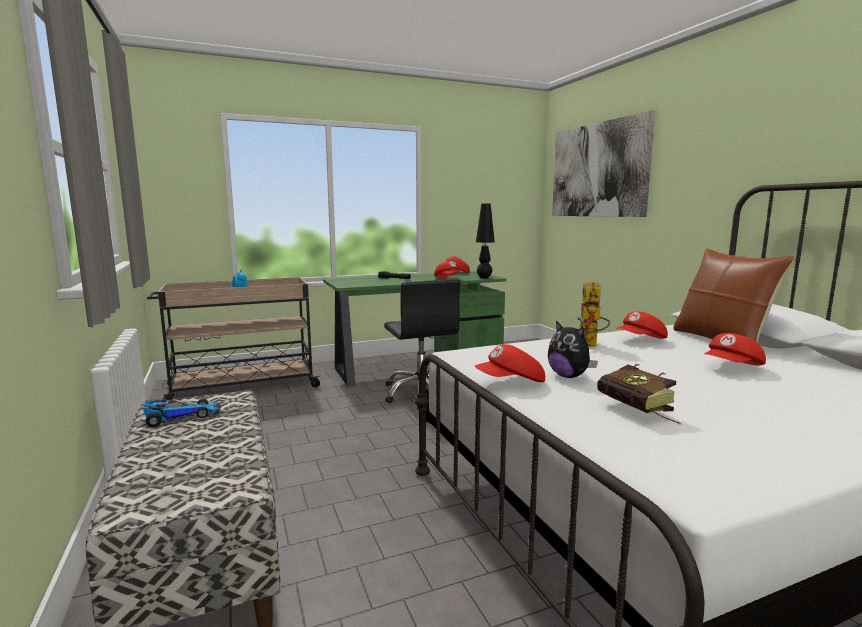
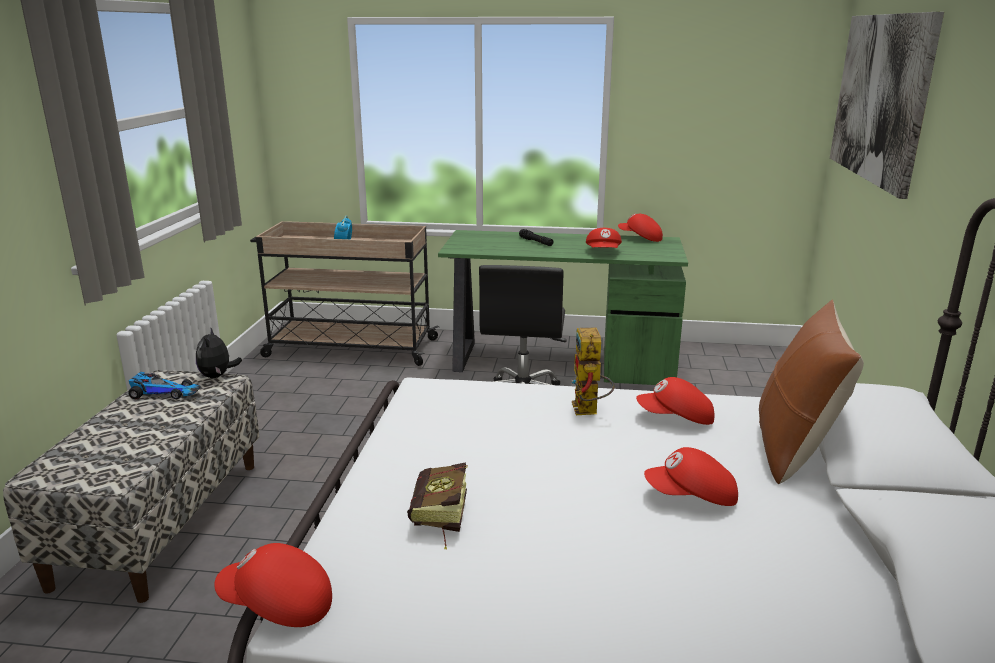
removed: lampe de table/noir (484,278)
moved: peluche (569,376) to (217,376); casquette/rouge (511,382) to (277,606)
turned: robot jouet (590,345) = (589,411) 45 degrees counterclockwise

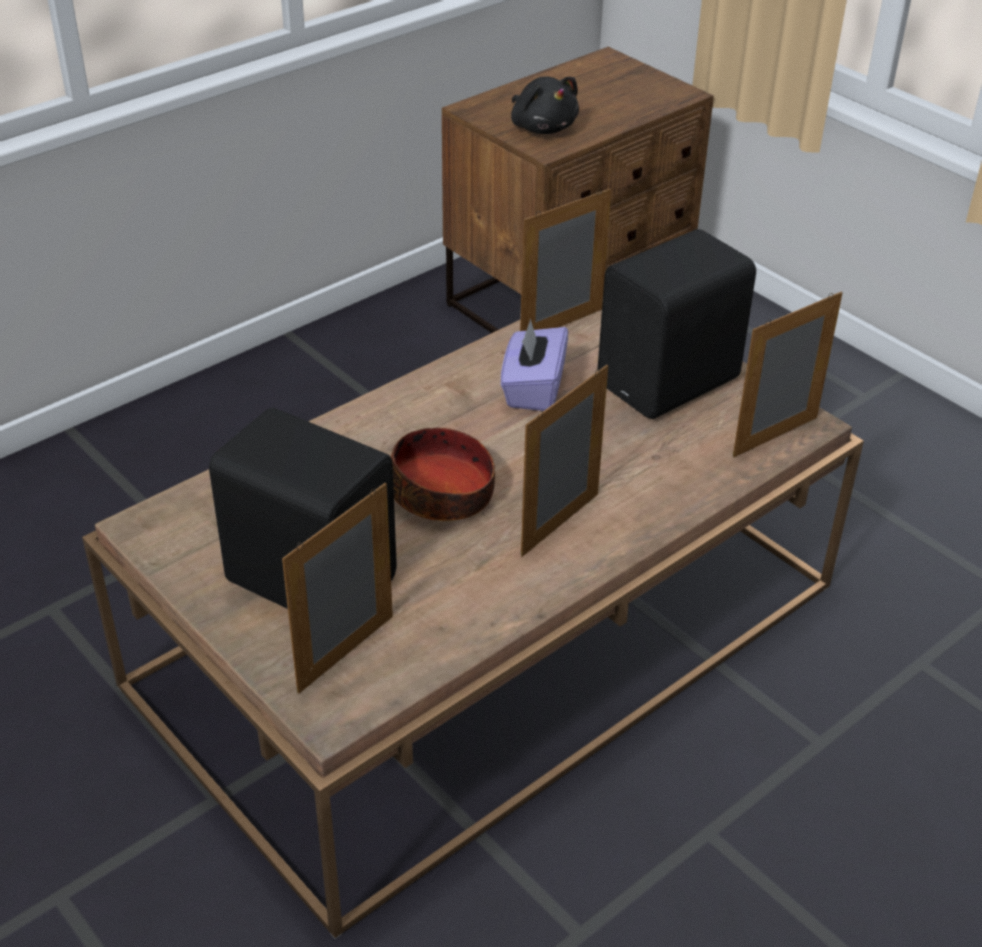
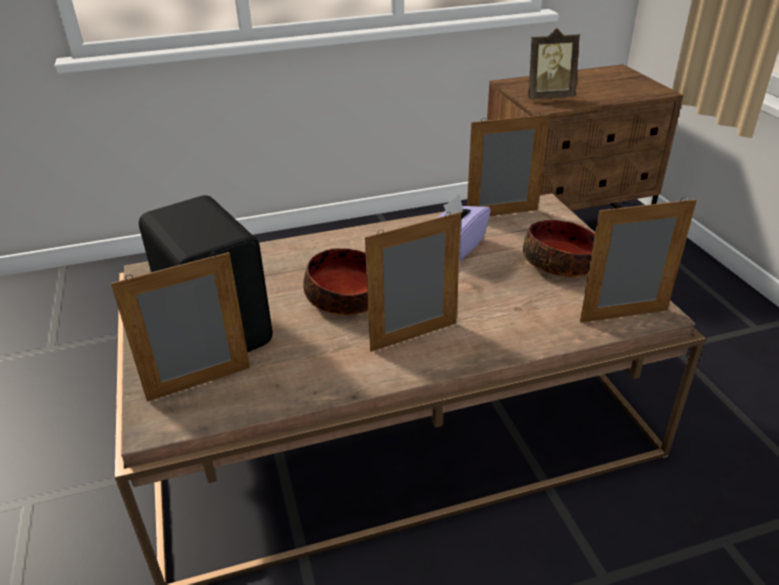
replaced: enceinte/noir (672,383) to bol (561,263); peluche/noir (542,127) to cadre photo (548,97)

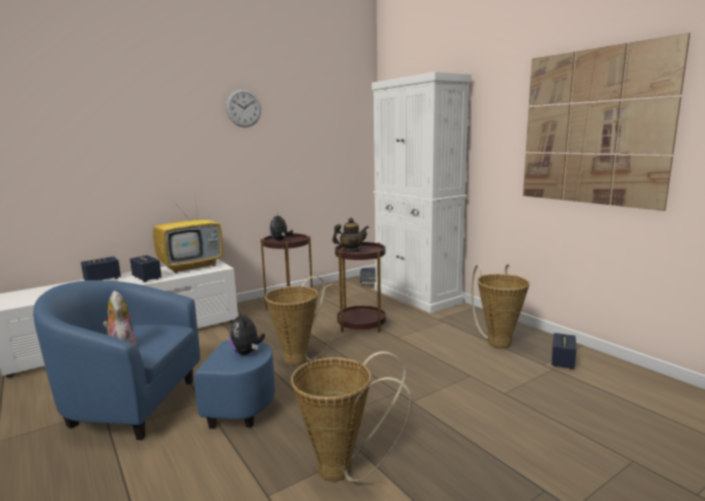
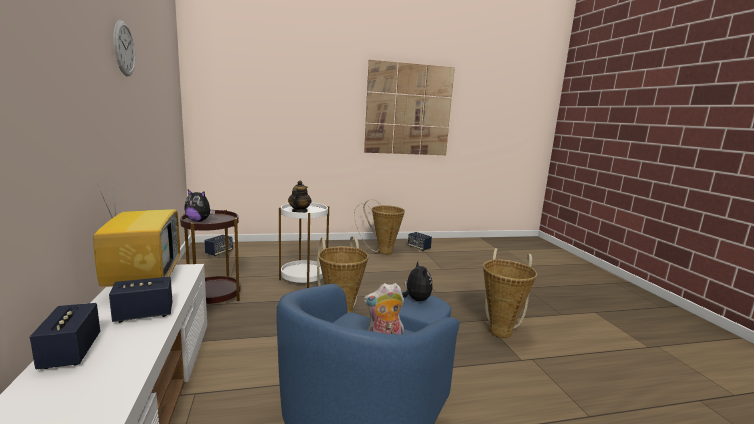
removed: meuble de rangement/blanc (416,296)
recoloured: table d'appoint/marron (361,324) to table d'appoint/blanc (303,277)
turned: peluche (247,352) = (416,300) 105 degrees counterclockwise

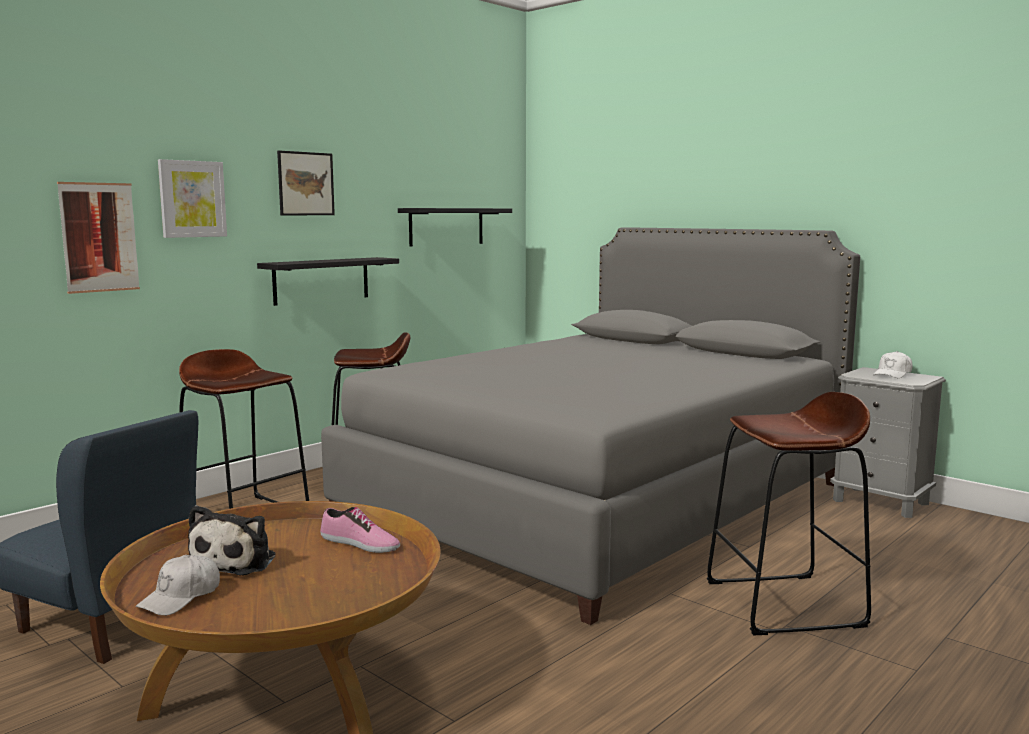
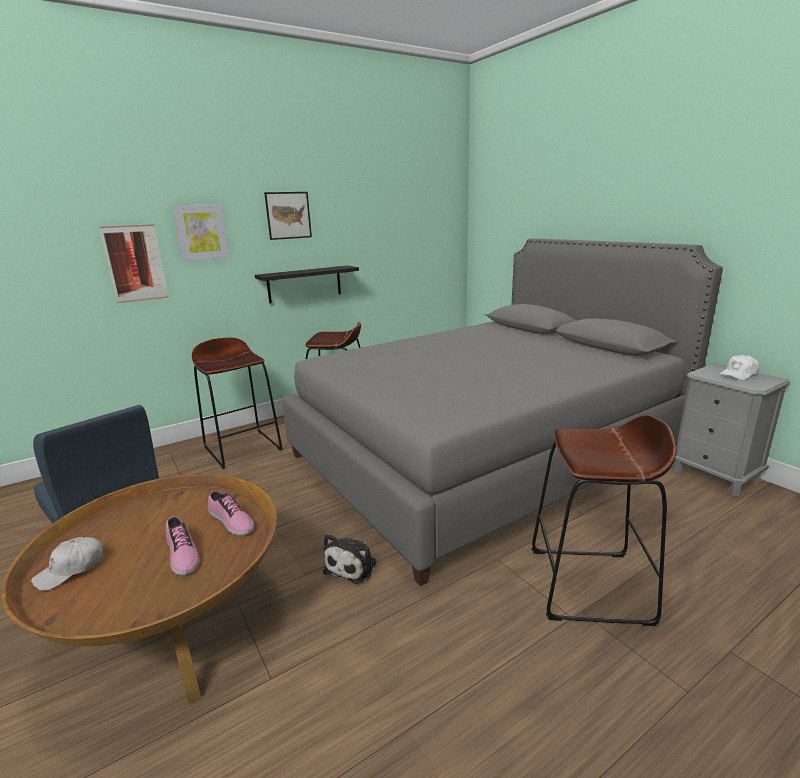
removed: étagère/noir (446,226)
added: chaussure (181,554)
moved: peluche (236,562) to (352,565)

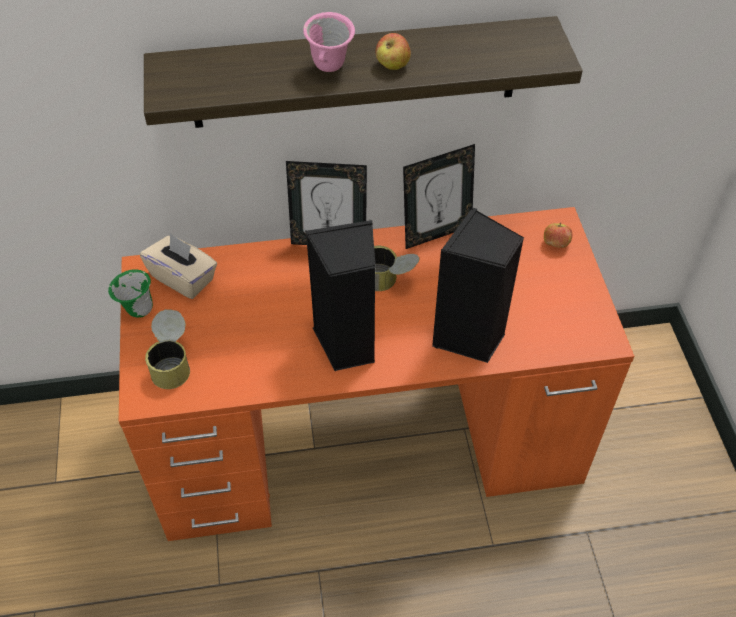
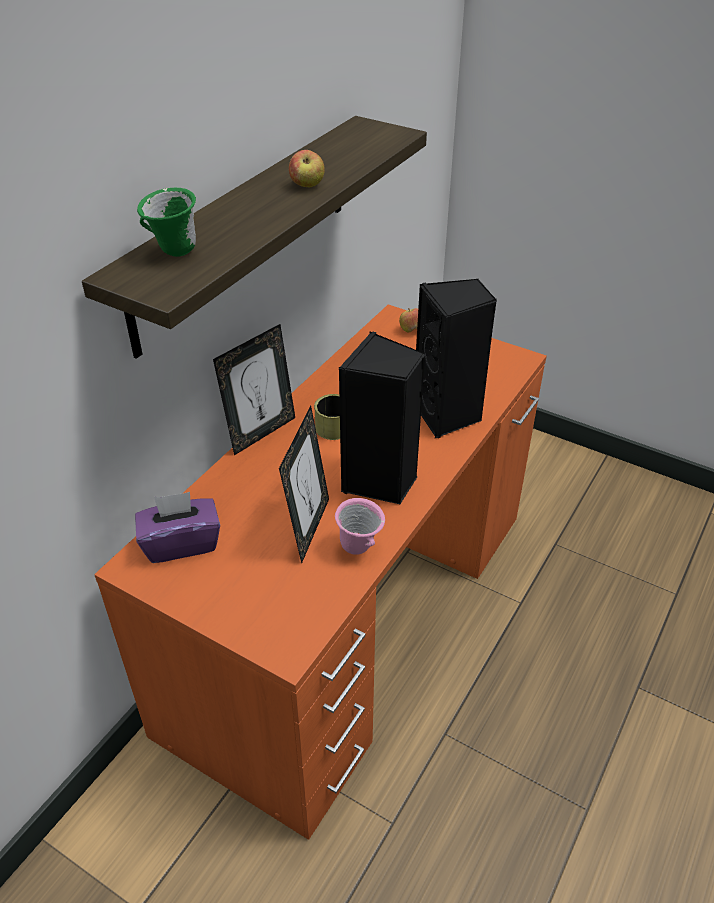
removed: boîte métallique (172,362)
moved: mug/vert (137,310) to (174,253); cadre photo (436,233) to (308,528); mug/rose (330,69) to (359,548)
recoloured: boîte à mouchoirs/beige (183,278) to boîte à mouchoirs/violet (181,543)

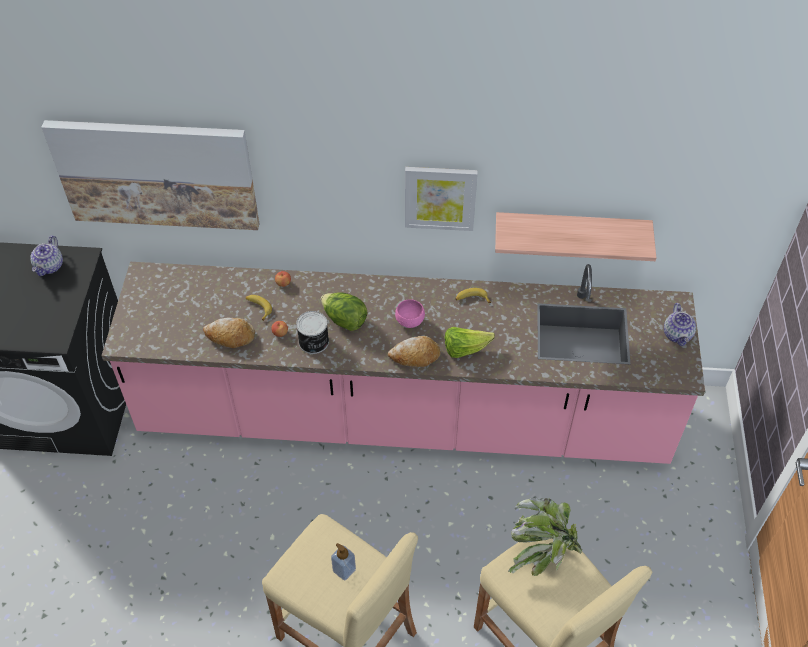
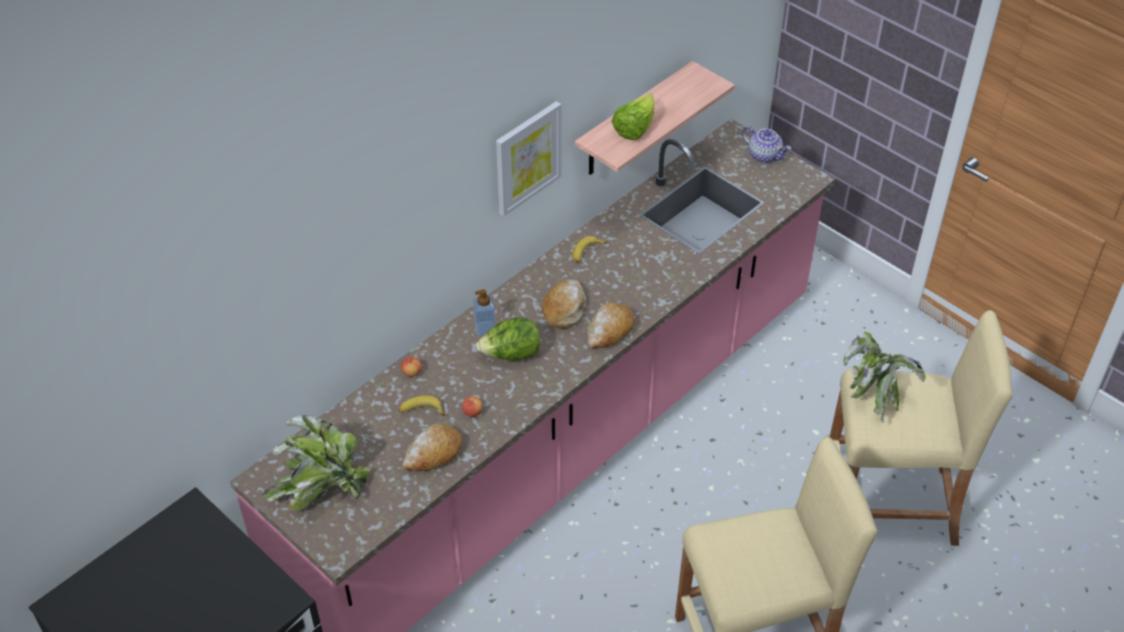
removed: théière (50,266); tableau (156,173); boîte métallique (314,342)
added: plante en pot (320,490)
moved: distributeur de savon (344,570) to (485,328); laitue (465,349) to (634,128)
replaced: bol/rose (410,320) to pain (564,309)

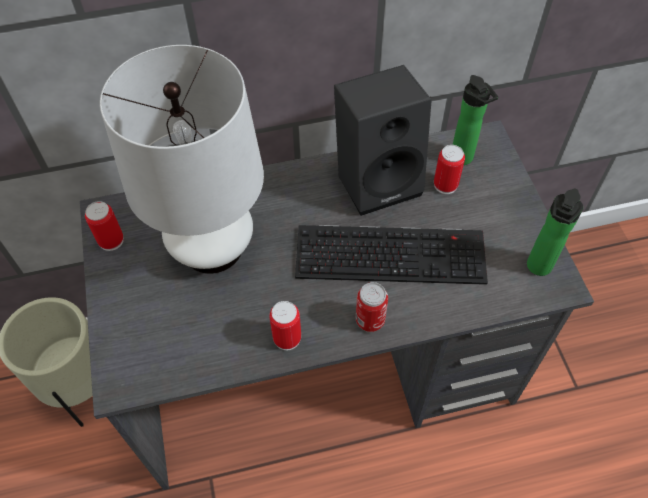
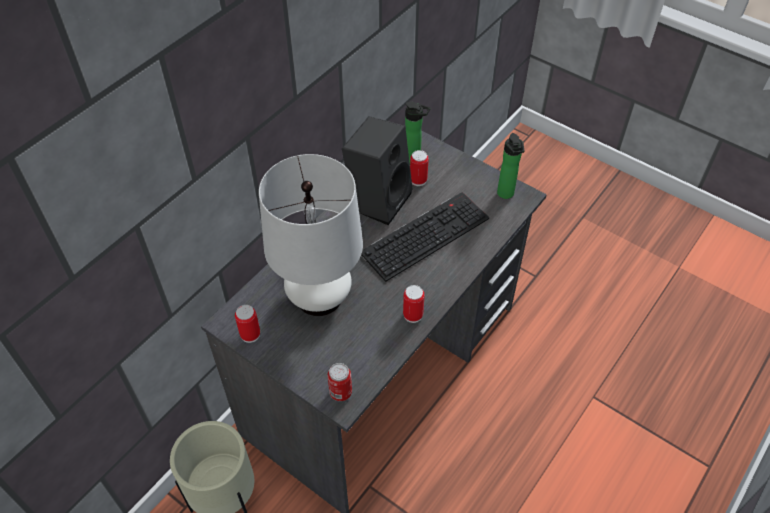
moved: boîte métallique (370,320) to (340,392)

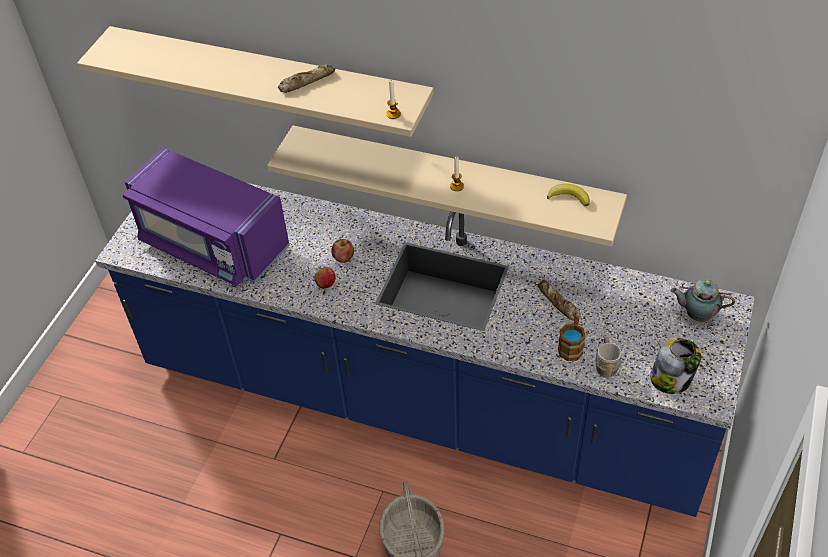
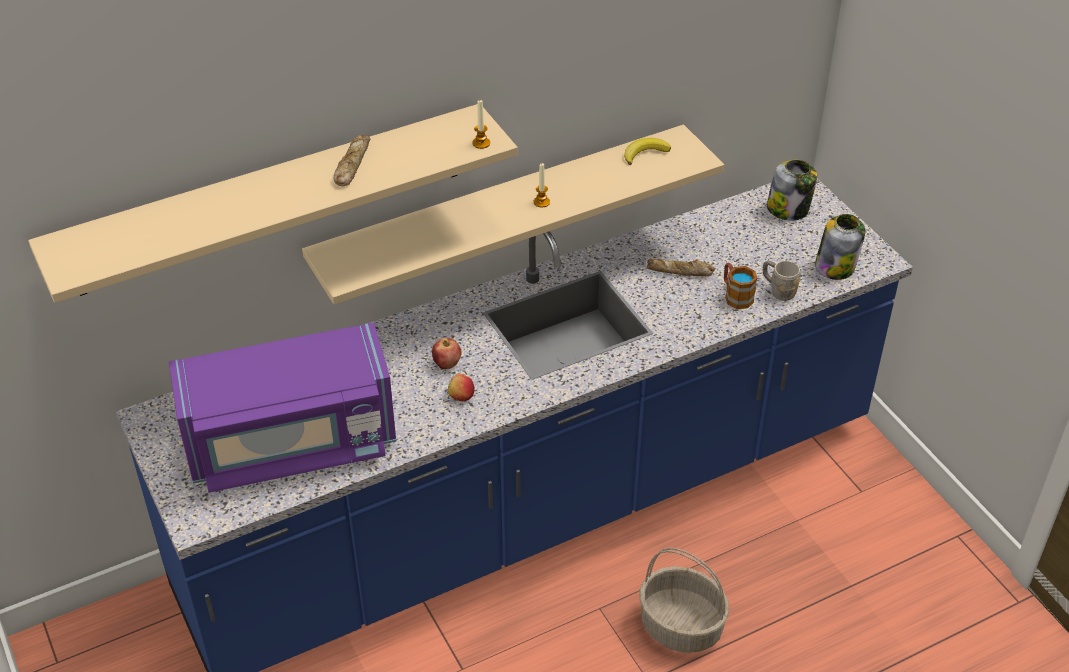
replaced: théière (696,315) to bocal (788,209)

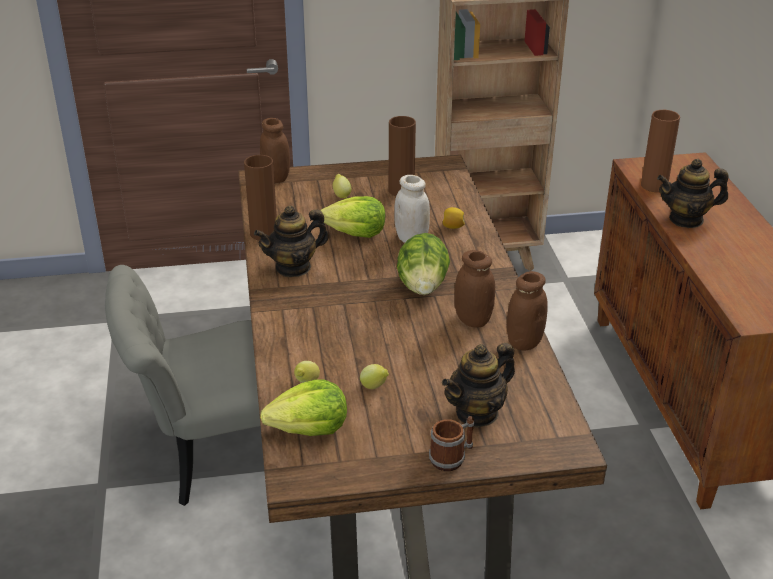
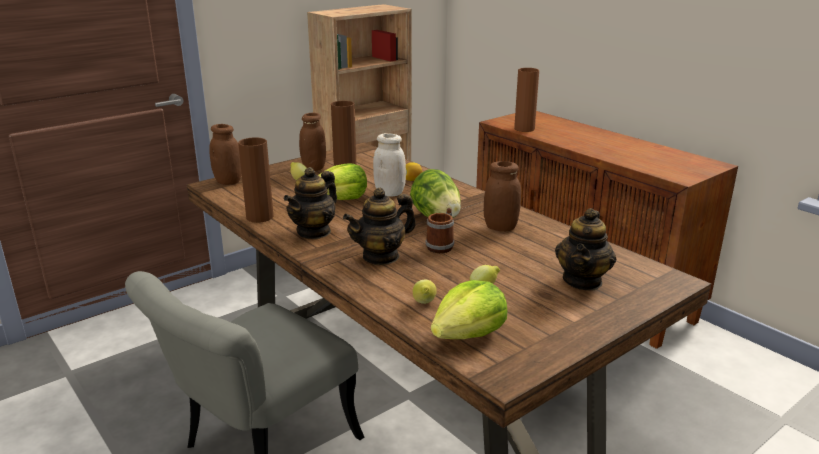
moved: bocal/marron (524,342) to (314,168); théière (686,219) to (381,256); mug (452,457) to (442,245)

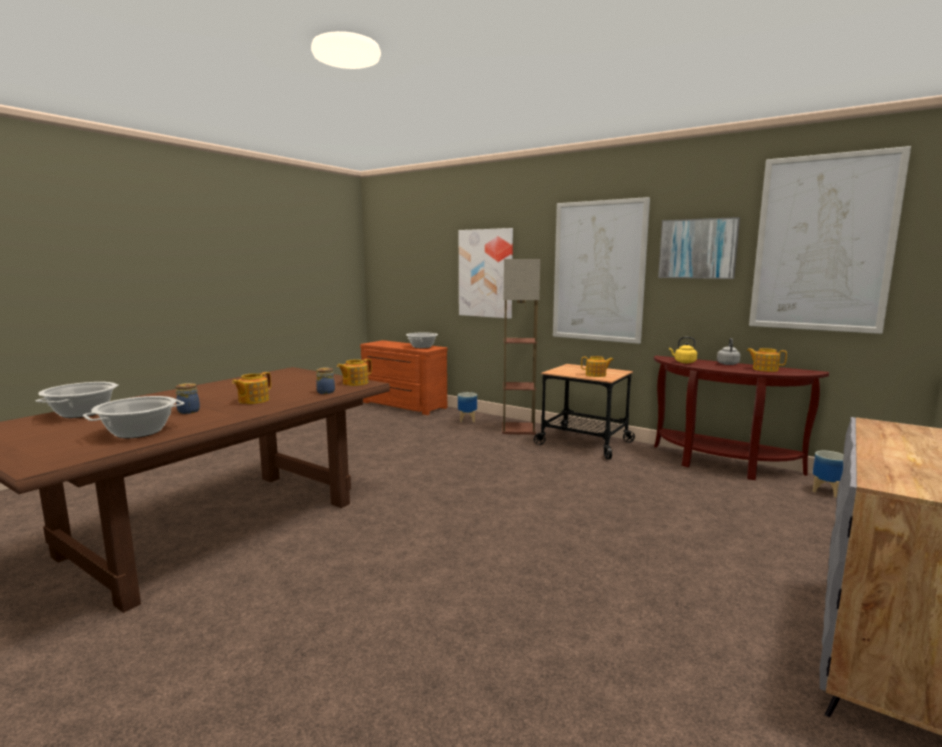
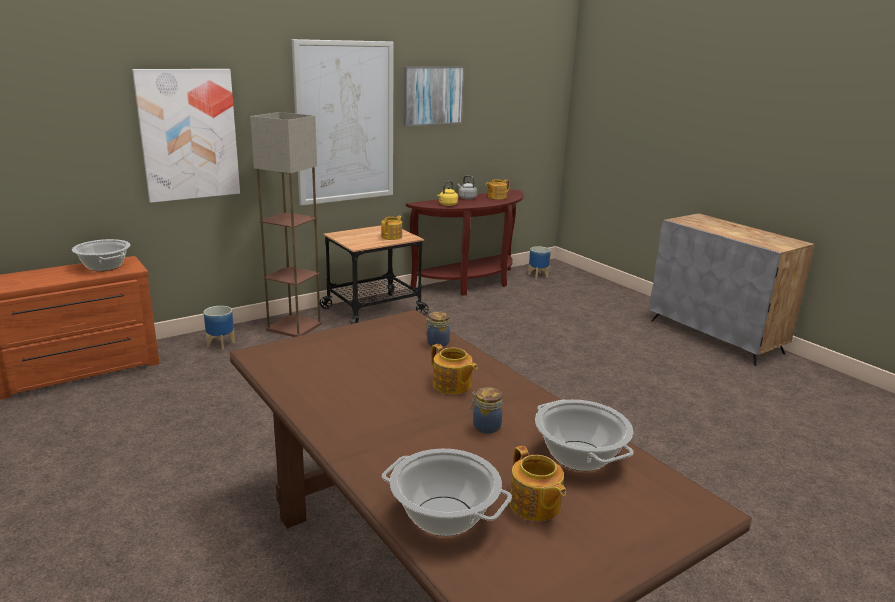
removed: tableau (822,244)
moved: théière (355,383) to (535,505)

